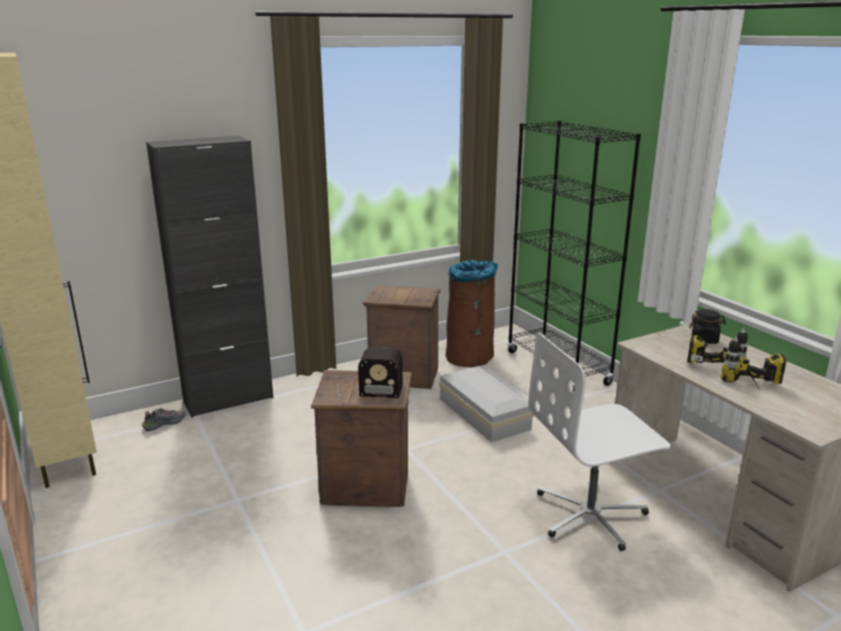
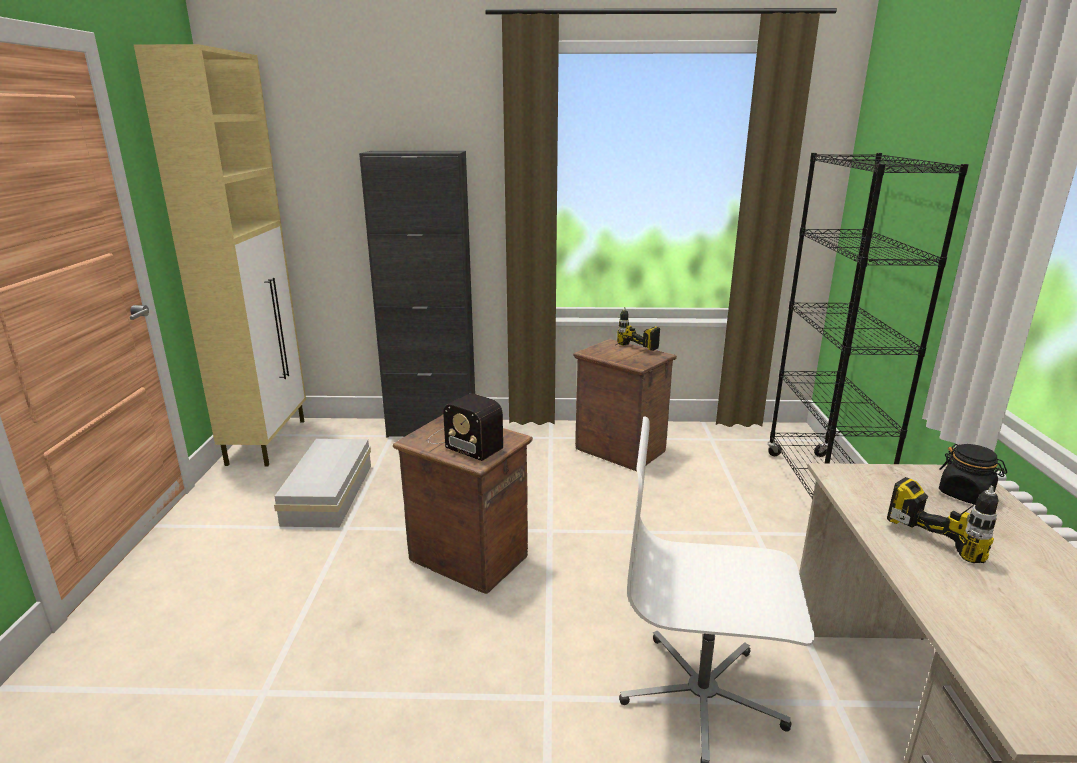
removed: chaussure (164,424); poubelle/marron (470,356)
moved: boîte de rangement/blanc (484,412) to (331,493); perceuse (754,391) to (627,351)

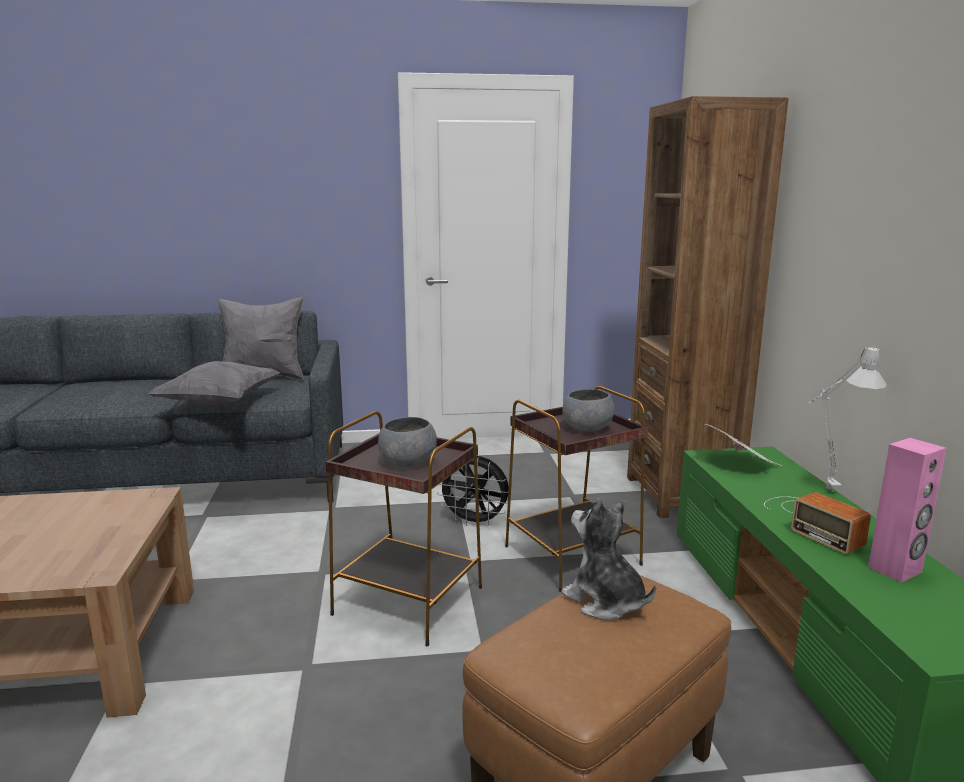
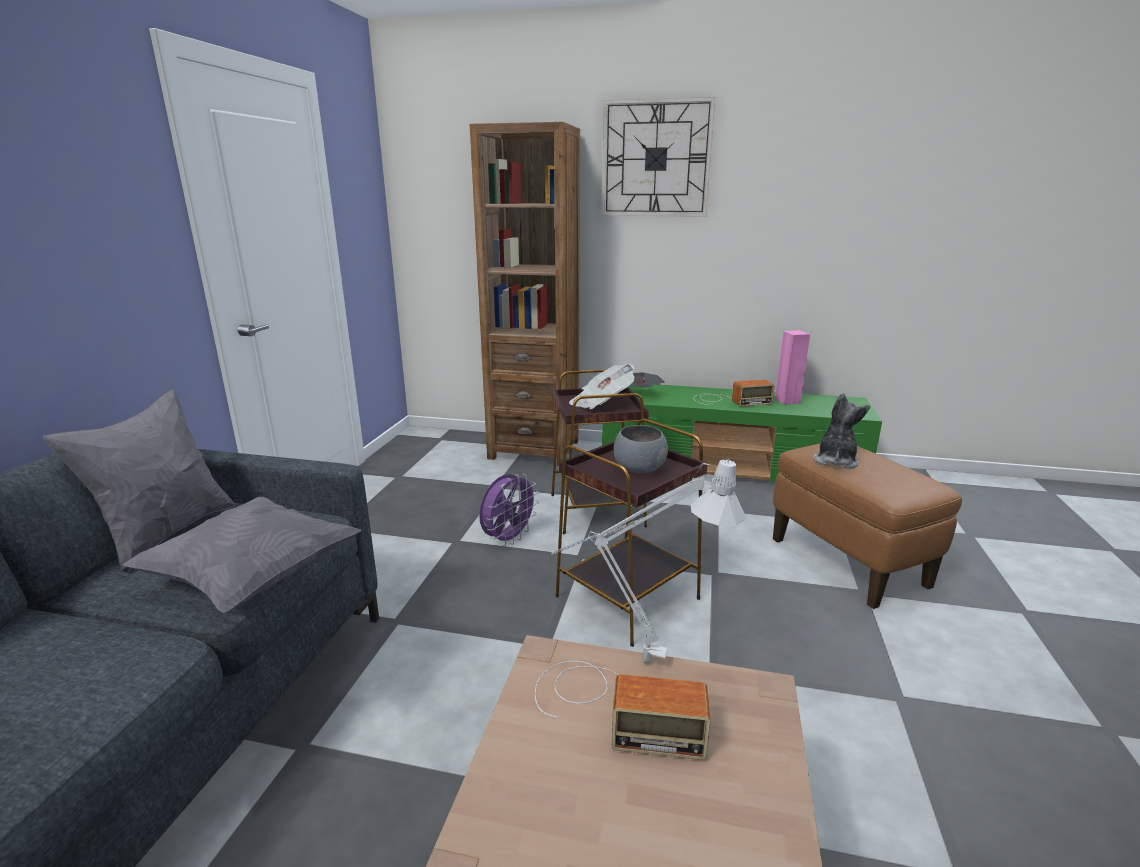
added: radio (612,707); horloge murale (656,159)
moved: lampe de table/gris (824,487) to (634,660)
replaced: bol/gris (586,428) to journal (601,403)
recoloured: ventilateur/noir (475,522) to ventilateur/violet (508,539)
turned: peluche (605,601) = (835,460) 135 degrees clockwise

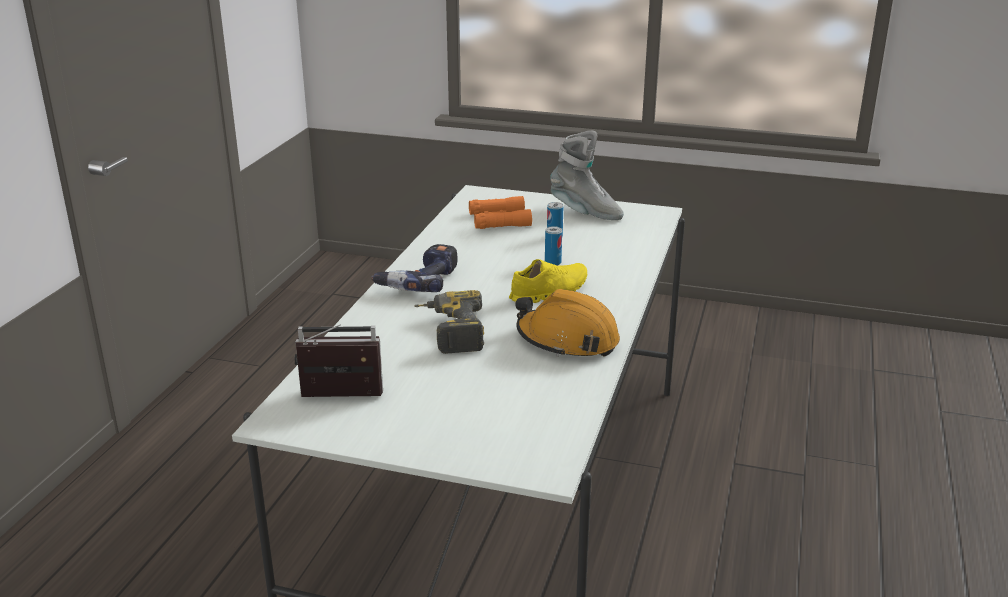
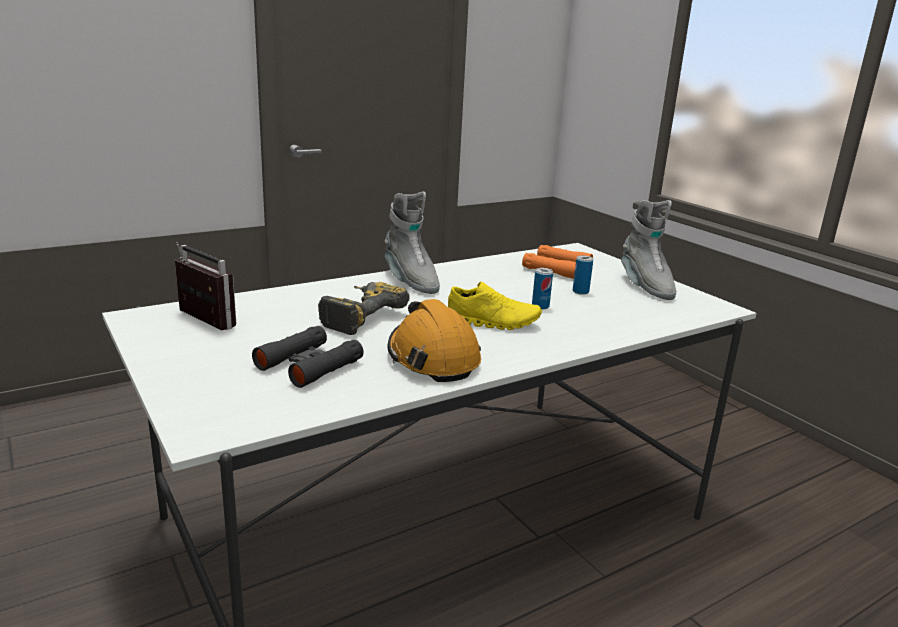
added: jumelles/noir (309,365)
replaced: perceuse (419,281) to botte/gris (410,281)

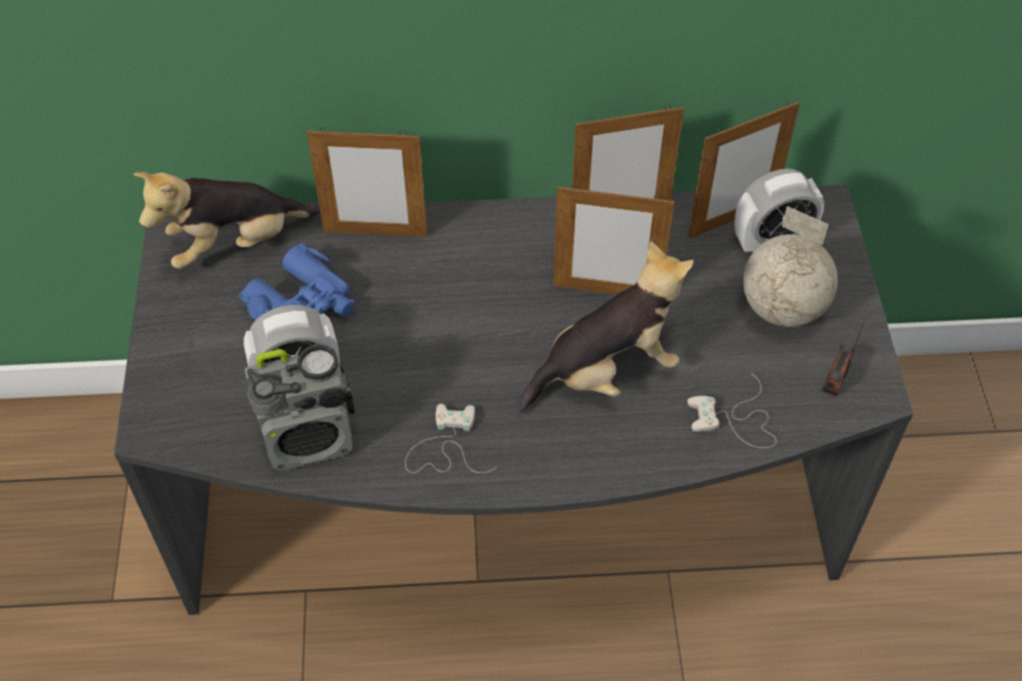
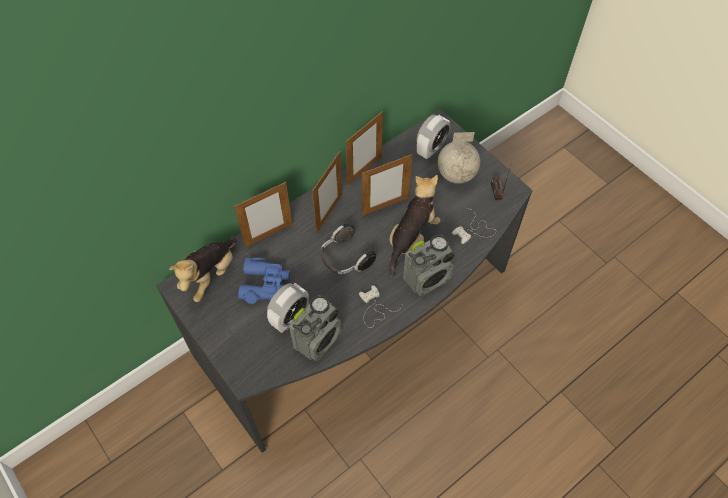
added: casque audio (345,259); radio (427,278)
moved: cadre photo (732,220) to (329,213)

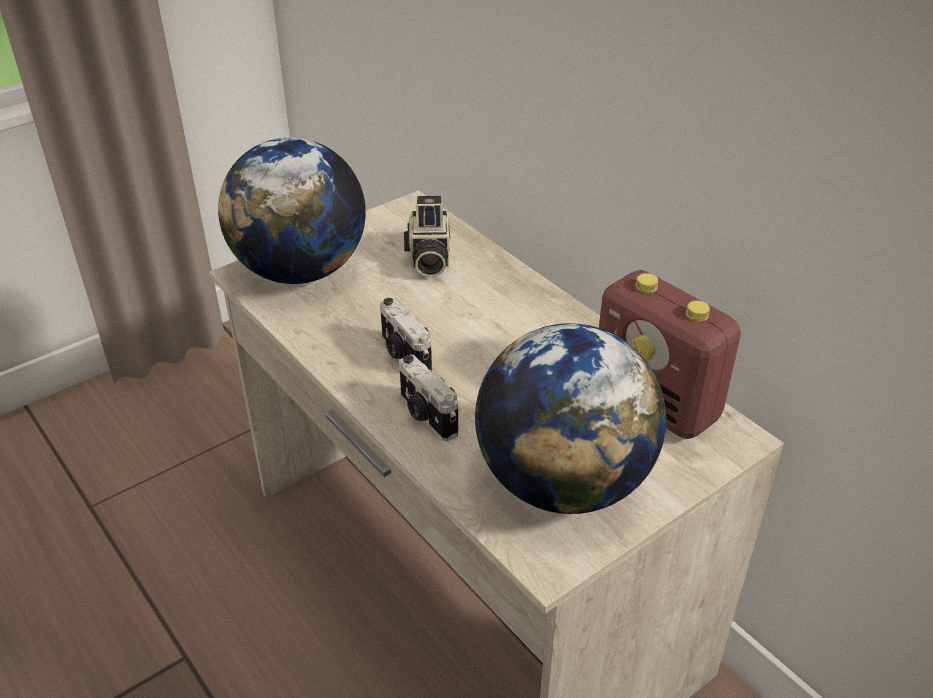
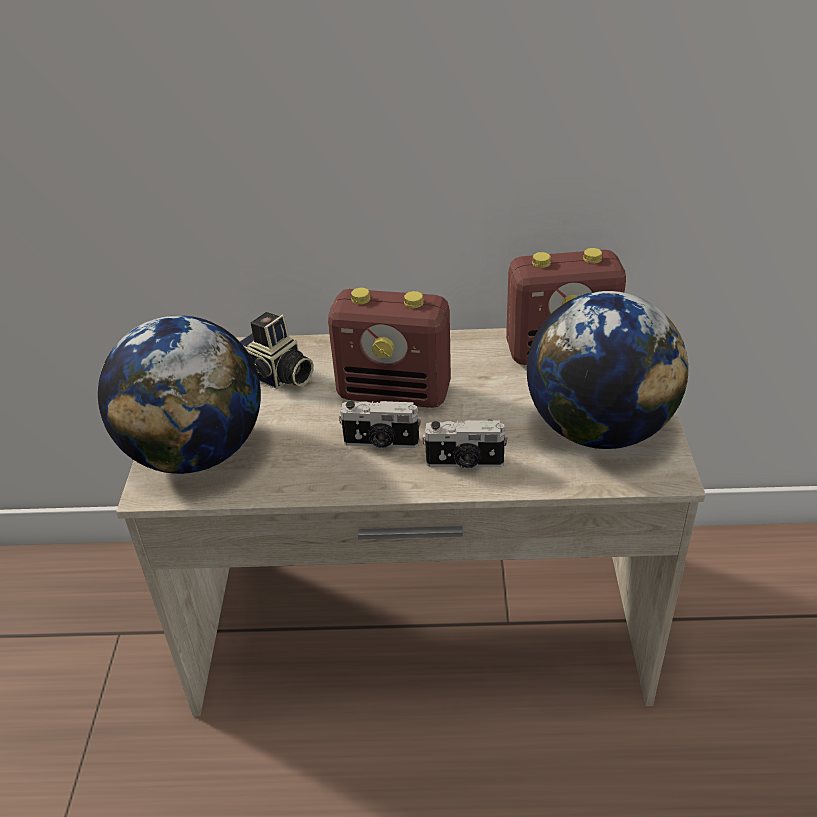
added: radio (395,393)

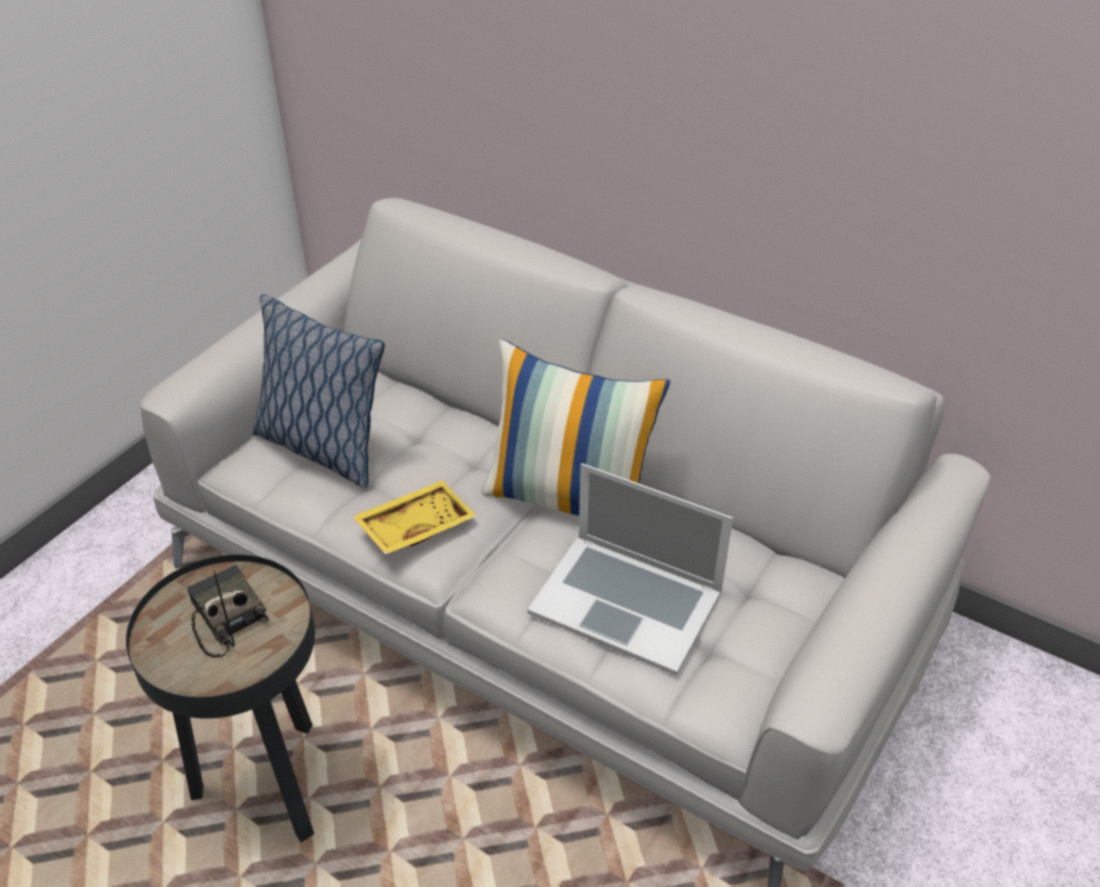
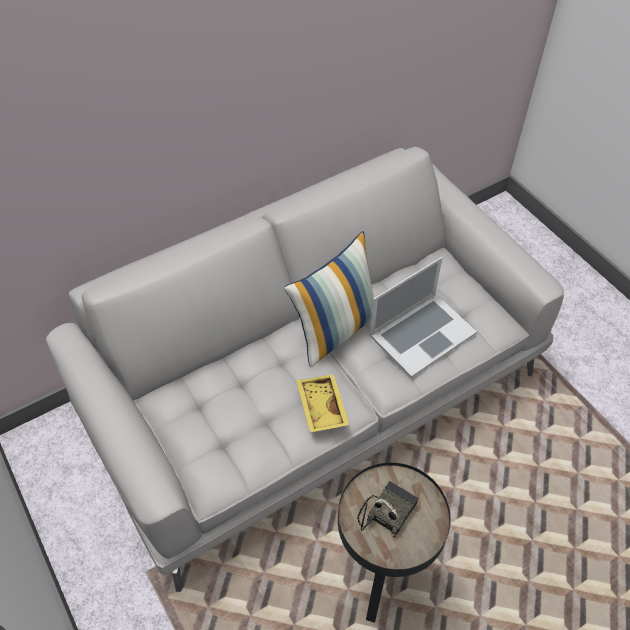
removed: coussin (321,447)
turned: radio (225,617) = (386,511) 135 degrees clockwise

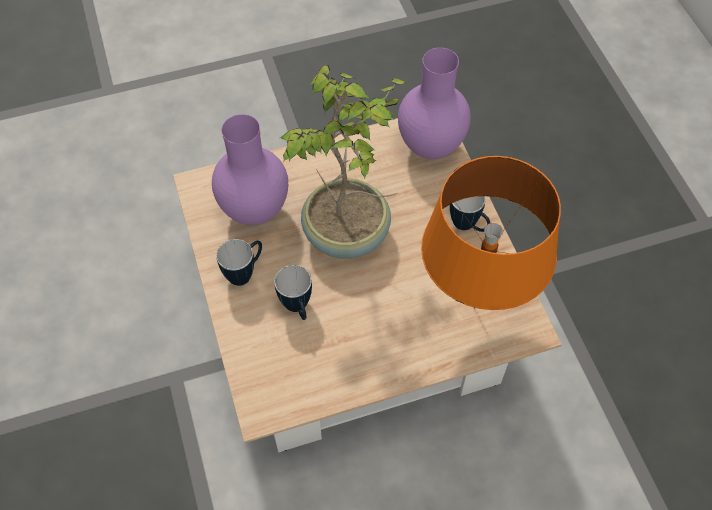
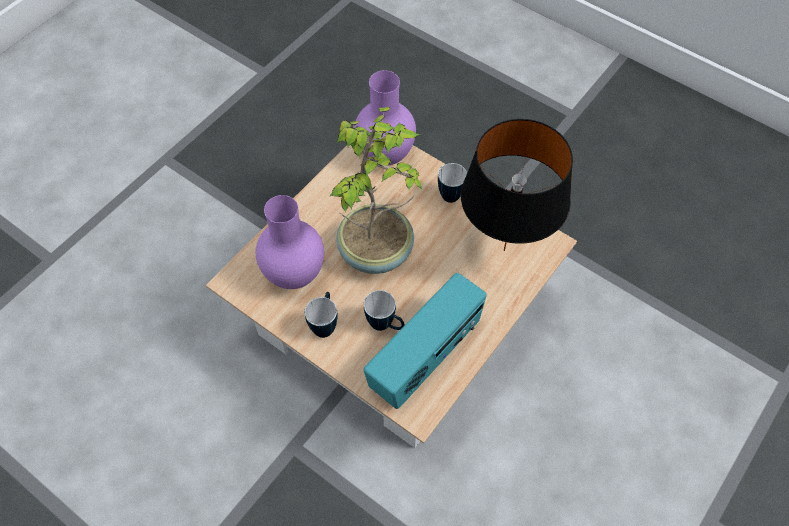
added: radio (425,358)
recoloured: lampe de table/orange (473,308) to lampe de table/noir (503,251)

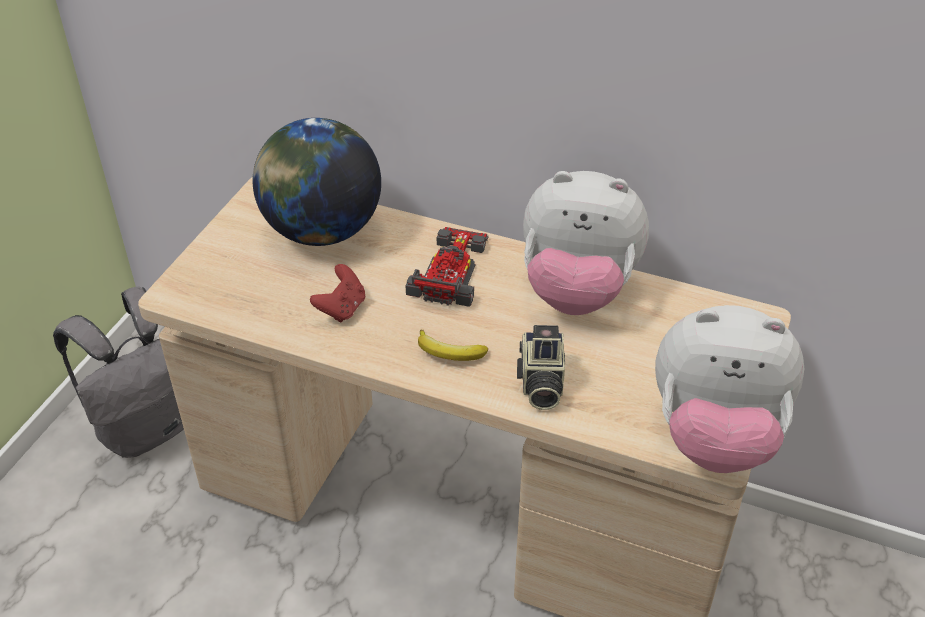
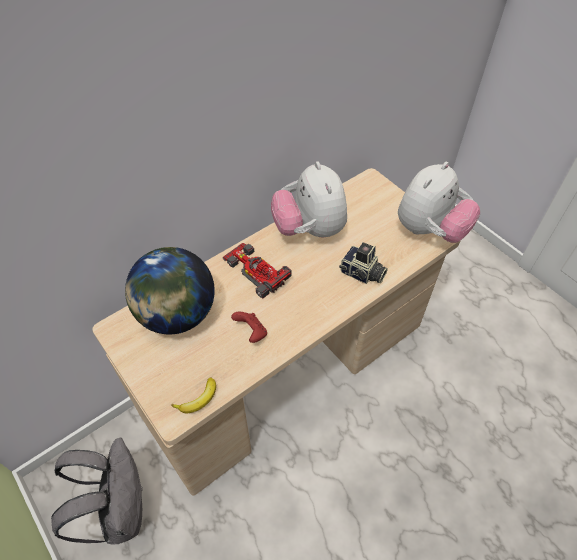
moved: banane (449,353) to (198,399)
turned: peluche (577,291) = (309,229) 120 degrees clockwise

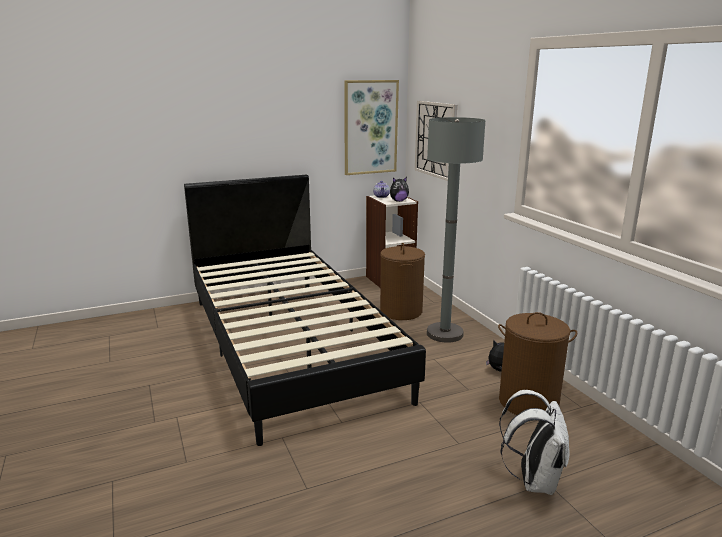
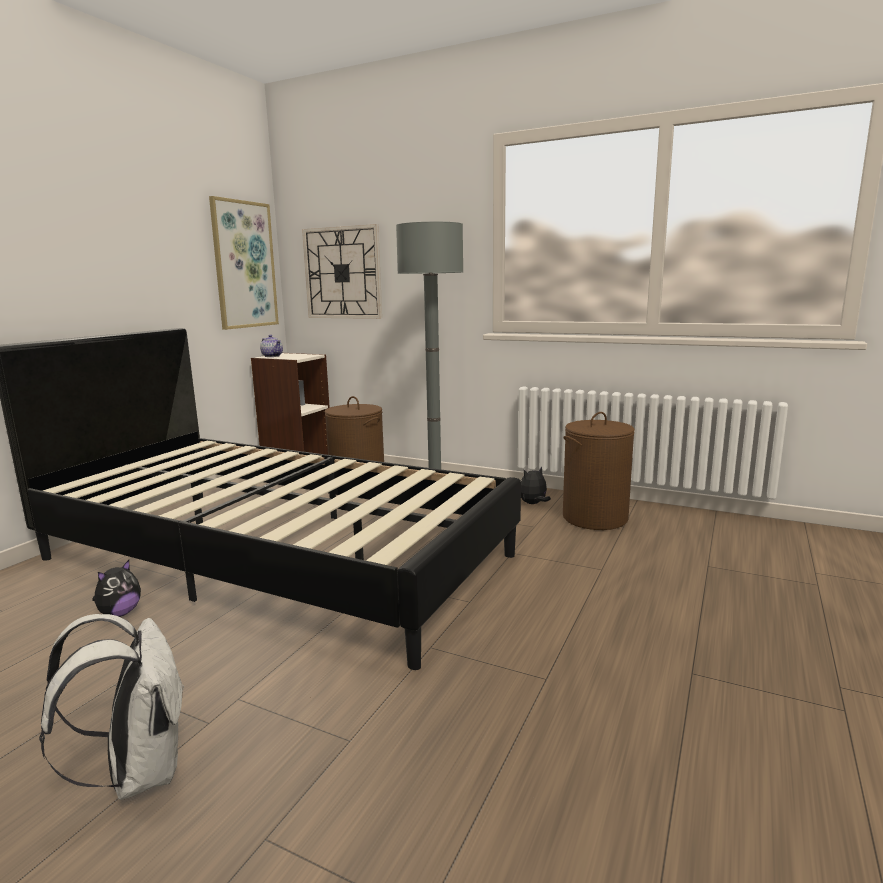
moved: sac à dos/blanc (533,480) to (139,771); peluche (398,201) to (119,613)

